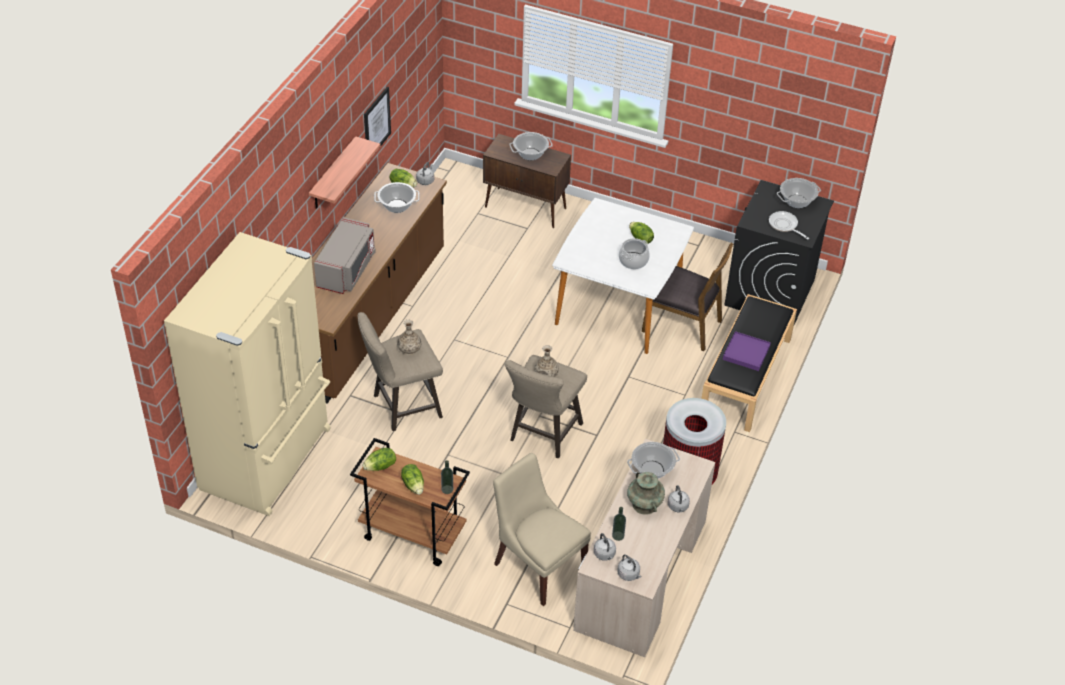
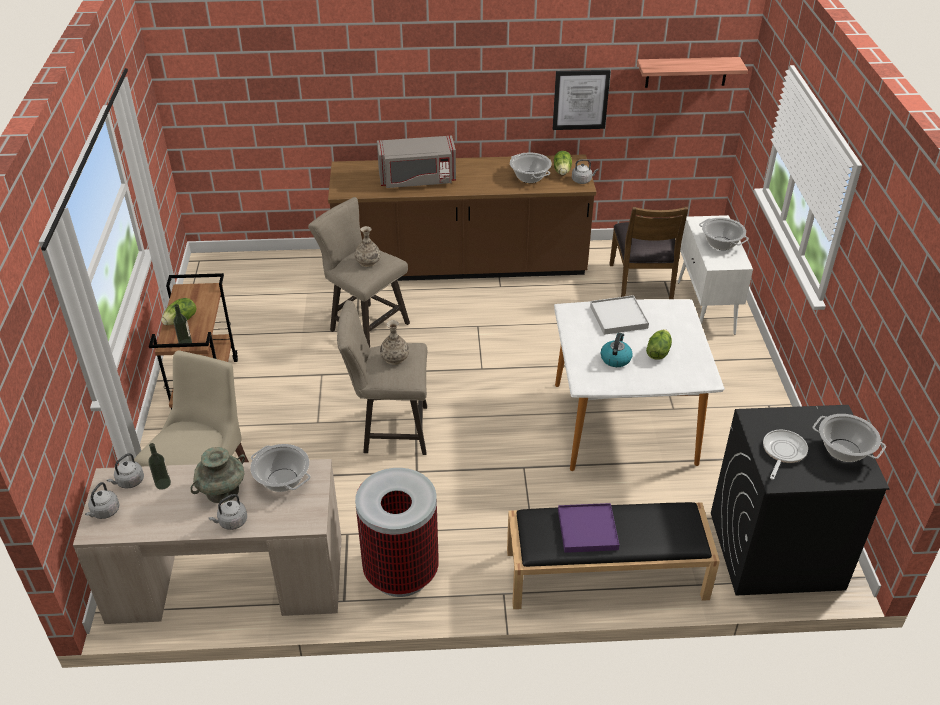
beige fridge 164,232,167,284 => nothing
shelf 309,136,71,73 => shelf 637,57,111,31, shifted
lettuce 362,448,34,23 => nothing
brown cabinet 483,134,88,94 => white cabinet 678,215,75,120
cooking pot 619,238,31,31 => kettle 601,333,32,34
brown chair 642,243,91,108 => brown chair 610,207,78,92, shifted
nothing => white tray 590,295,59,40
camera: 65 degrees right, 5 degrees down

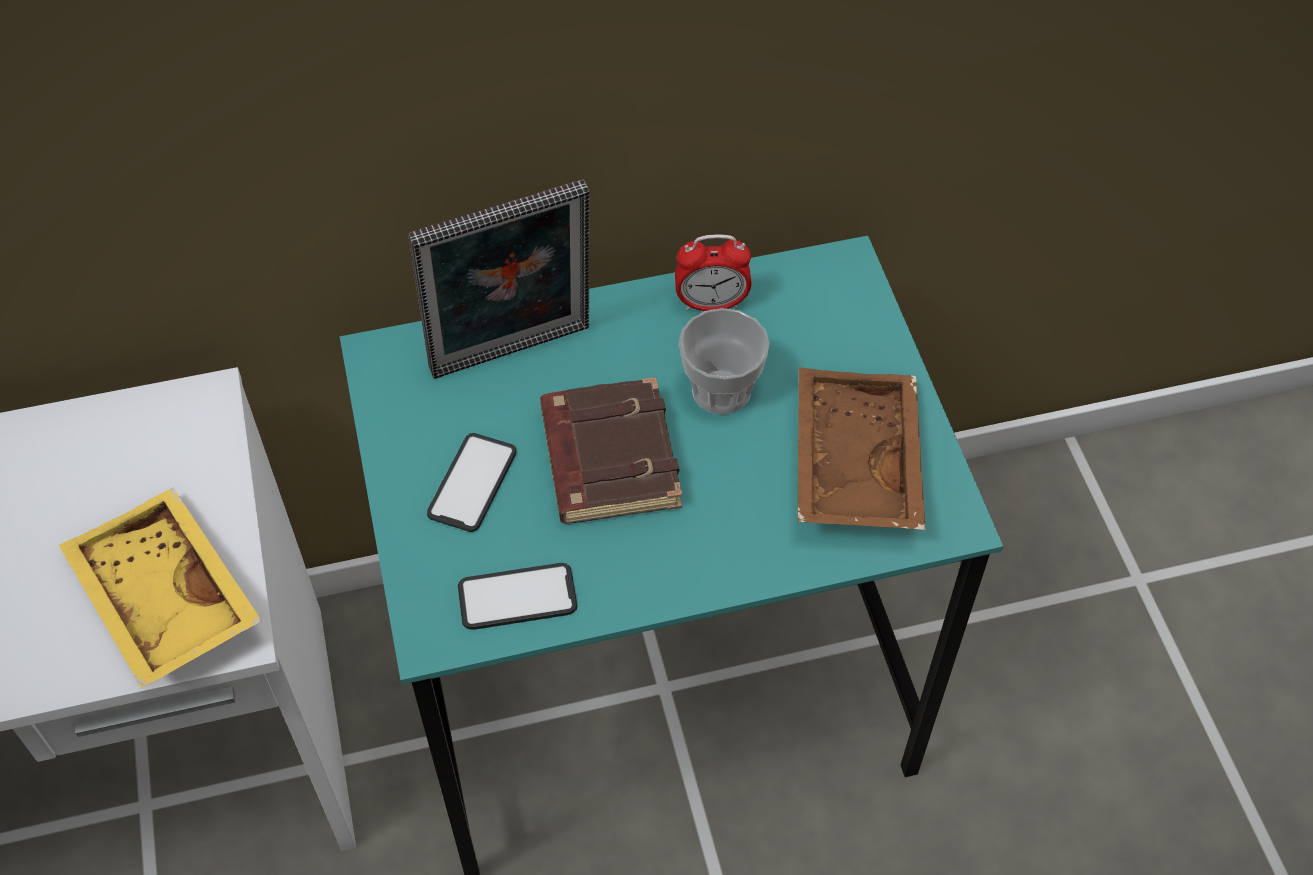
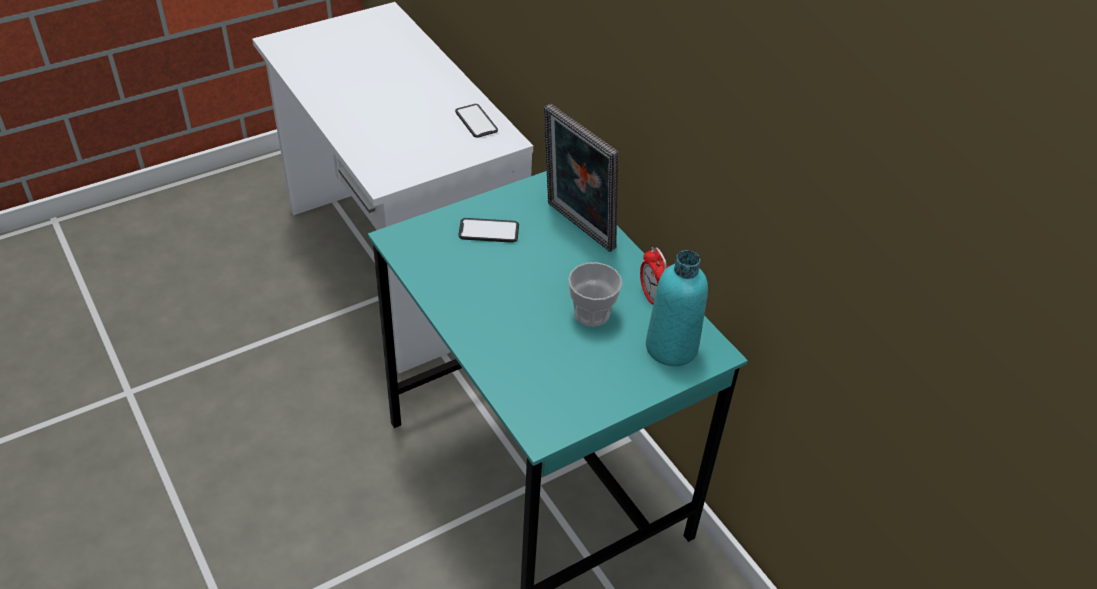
yellow tray 59,488,203,200 => nothing
phone 458,563,120,67 => phone 455,104,43,34, shifted
brown book 540,377,142,147 => nothing
brown tray 798,367,128,163 => nothing
nothing => turquoise bottle 646,250,62,116
camera: 70 degrees right, 10 degrees down

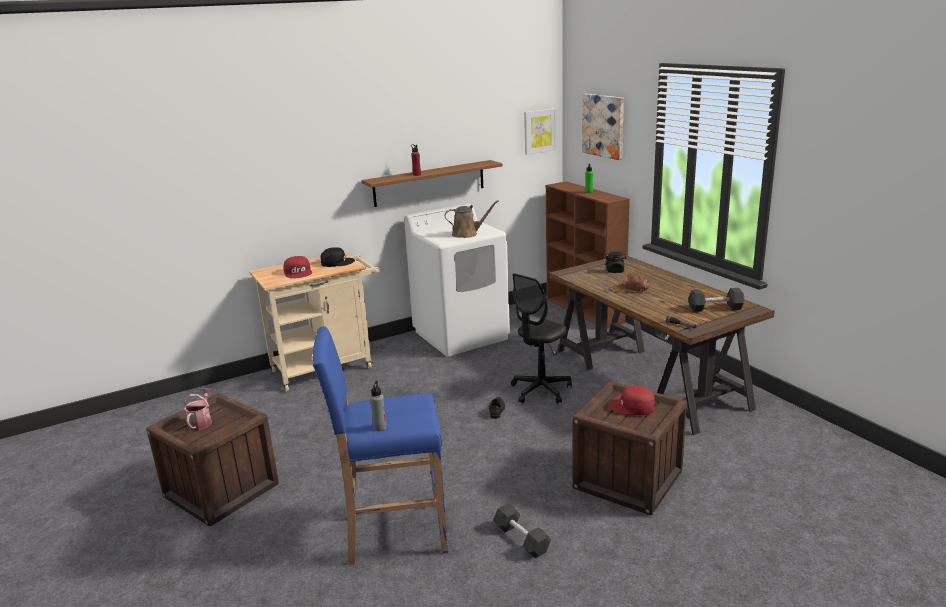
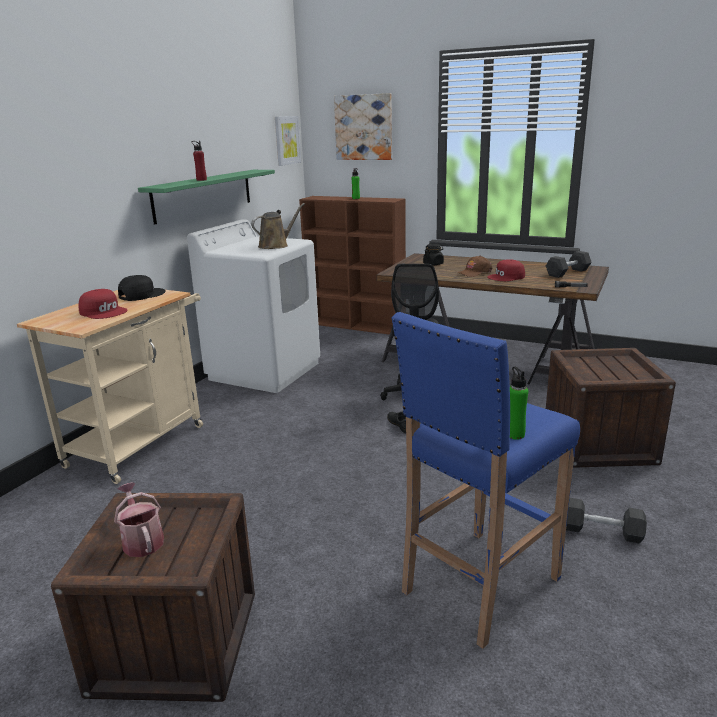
brown shelf 361,160,142,47 => green shelf 138,170,137,55
grey bottle 370,381,17,50 => green bottle 510,367,18,73
red cap 609,385,46,30 => red cap 487,259,38,22, shifted
camera: 35 degrees left, 0 degrees up

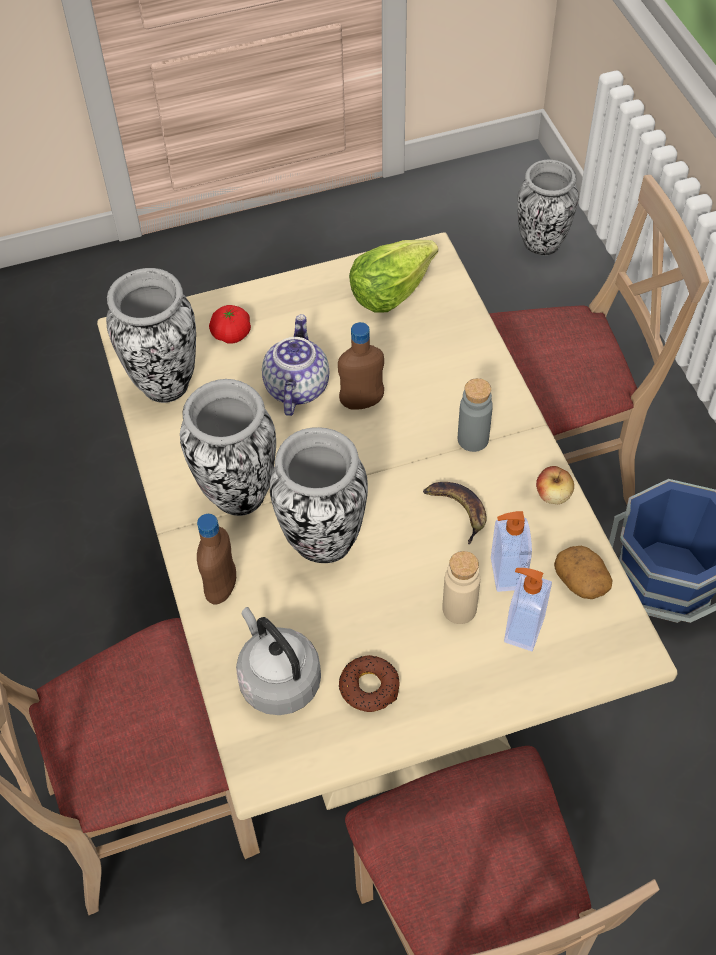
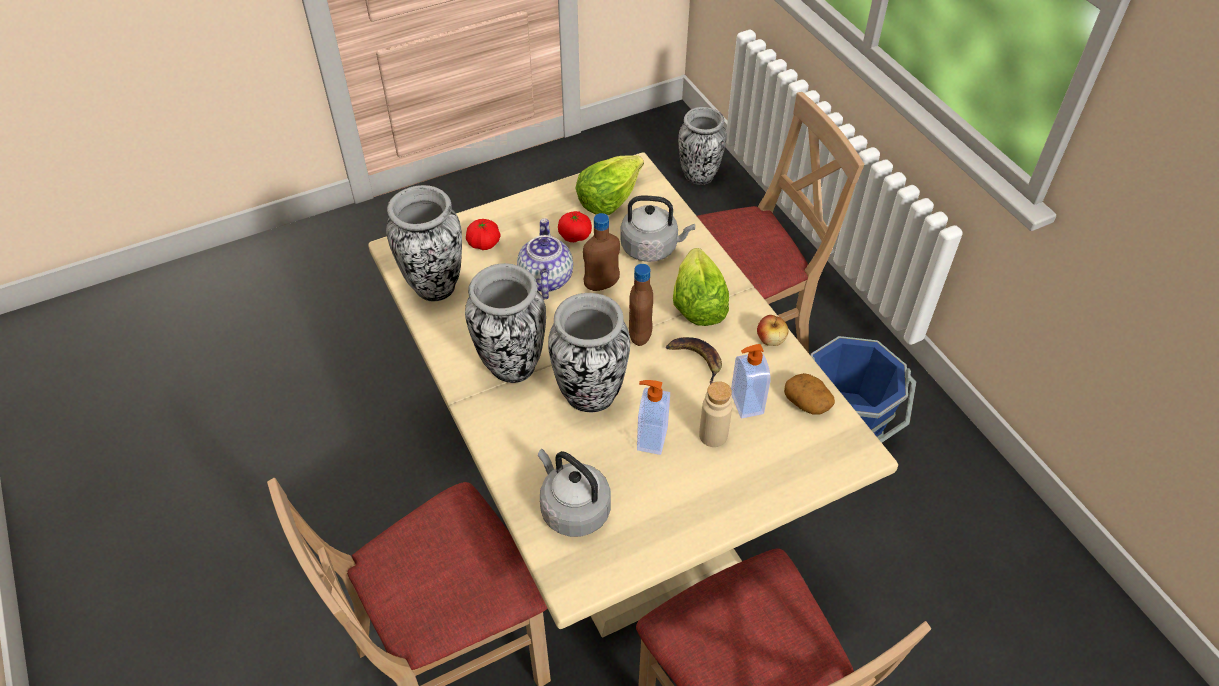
brown bottle 197,514,39,90 => brown bottle 629,264,24,82, shifted
donut 339,655,61,57 => nothing
grey bottle 458,378,35,74 => lettuce 673,248,56,78
soap dispenser 504,568,48,83 => soap dispenser 637,380,33,75, shifted
nothing => tomato 558,211,34,31
nothing => grey kettle 620,196,75,66
camera: 10 degrees left, 5 degrees down

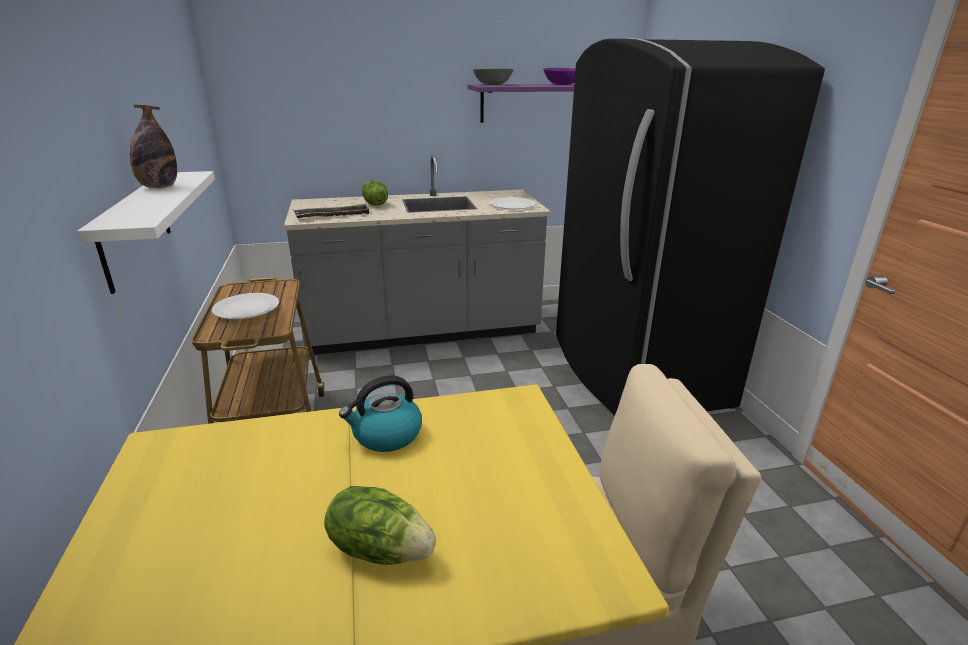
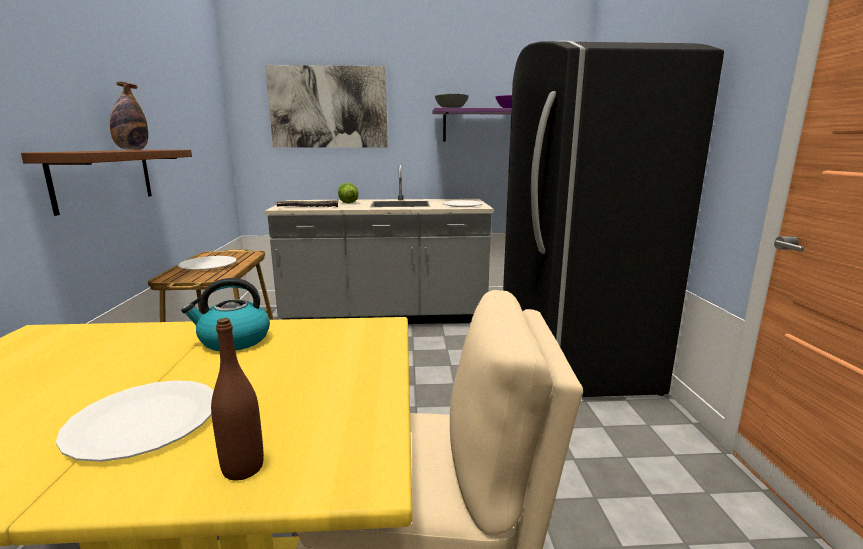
white shelf 77,171,138,123 => brown shelf 21,150,171,66
lettuce 324,486,112,79 => white plate 56,380,158,82
nothing => brown bottle 211,318,53,163
nothing => picture 265,65,123,83
camera: 10 degrees right, 10 degrees down

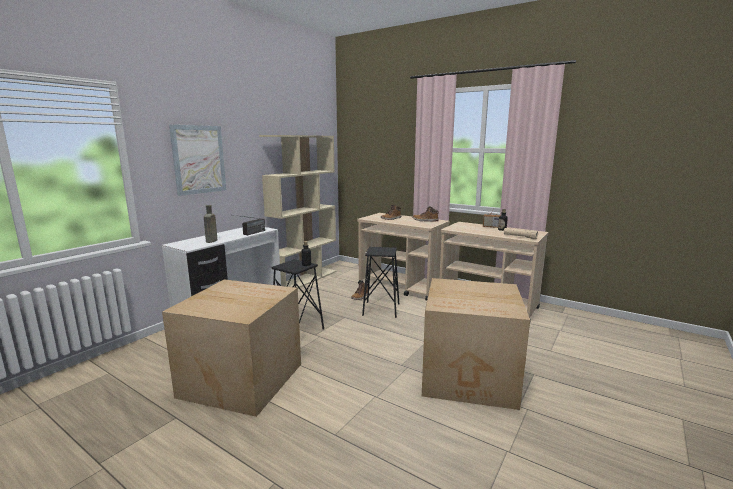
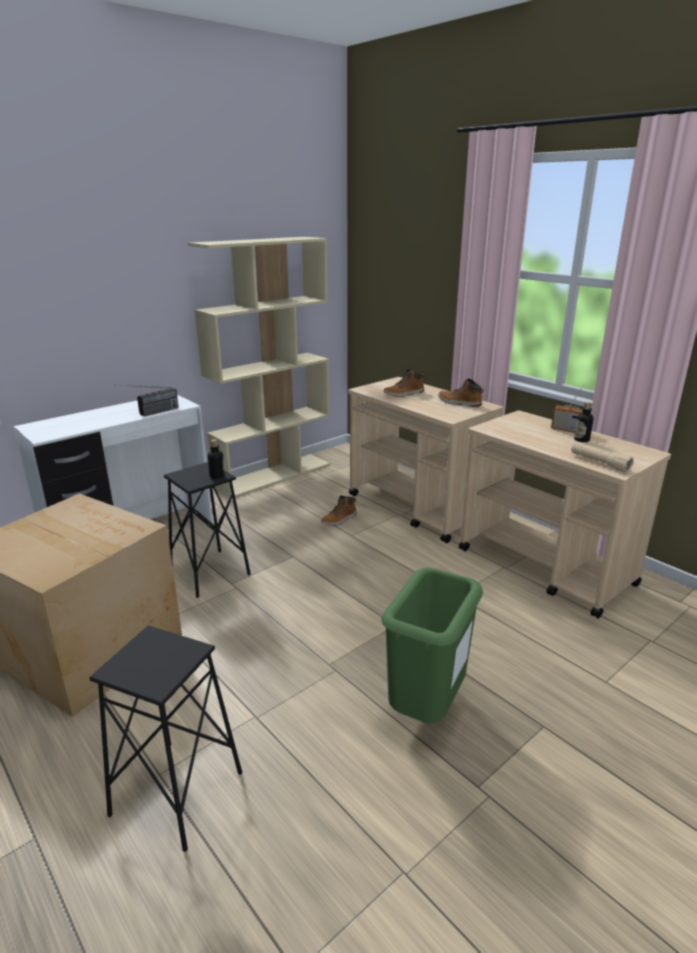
picture 169,125,57,71 => nothing
brown bottle 204,205,13,38 => nothing
black stool 362,247,37,71 => black stool 89,625,153,227, shifted
cardboard box 422,278,108,132 => green trash can 381,567,102,156
camera: 15 degrees right, 10 degrees up

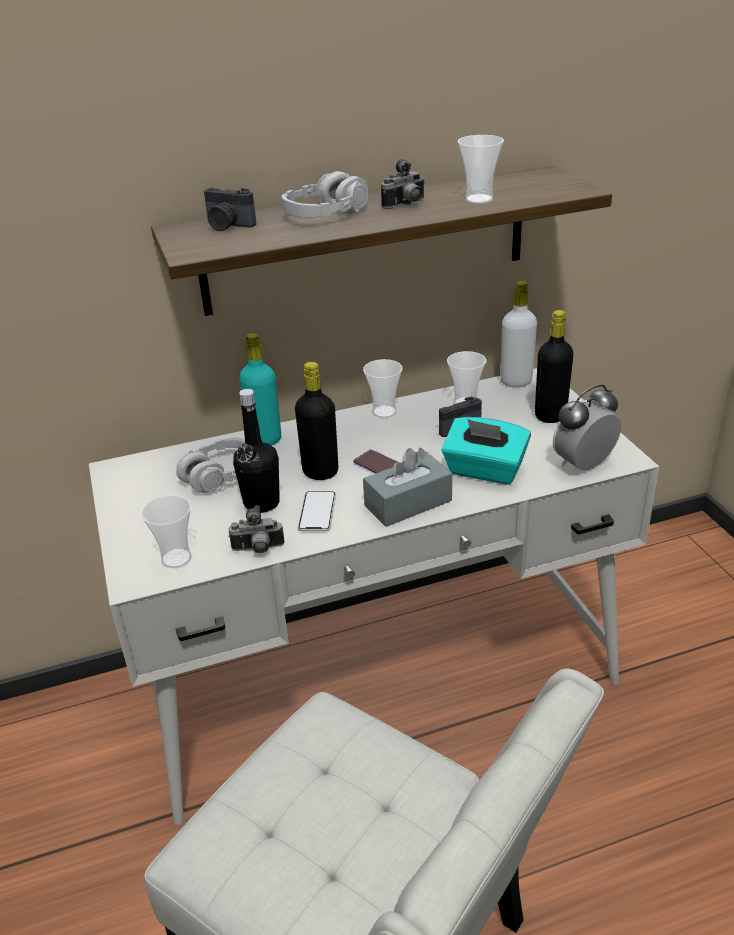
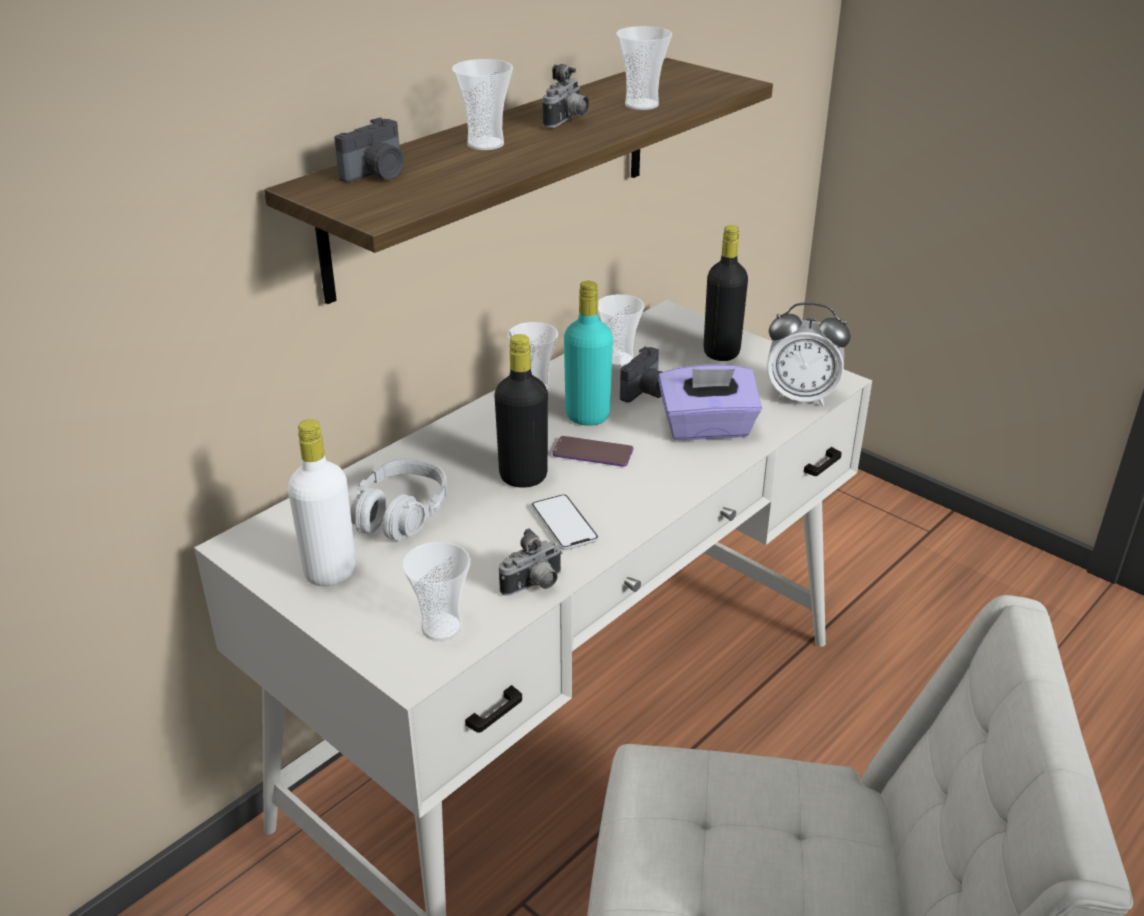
photo camera 204,187,52,44 => photo camera 334,117,70,66, 45 degrees counterclockwise
black bottle 233,389,47,124 => nothing
turquoise bottle 239,333,42,112 => turquoise bottle 564,281,49,145, shifted
grey headphones 281,171,87,47 => cup 452,59,61,91
grey tissue box 363,448,89,79 => nothing
turquoise tissue box 442,417,89,68 => purple tissue box 658,364,104,76
white bottle 501,281,36,106 => white bottle 288,419,68,167, shifted
alarm clock 553,384,68,86 => alarm clock 767,302,84,104, 105 degrees counterclockwise
camera: 30 degrees left, 0 degrees up

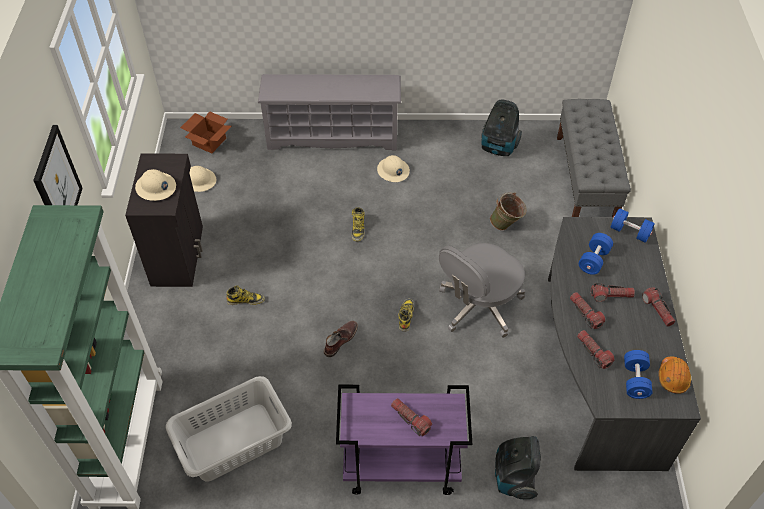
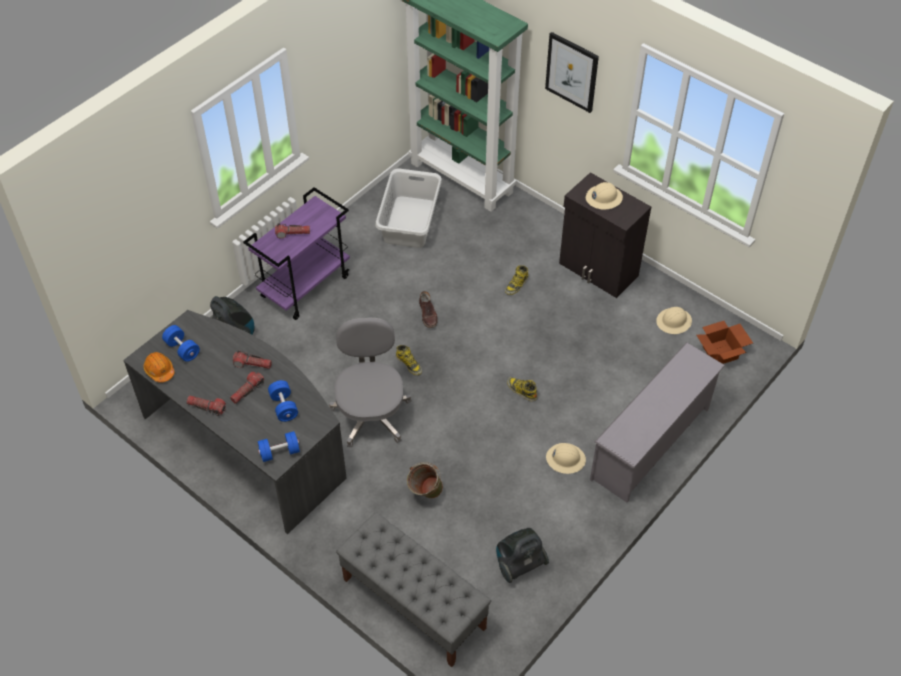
flashlight 577,330,38,39 => nothing
camera: 130 degrees right, 0 degrees up

